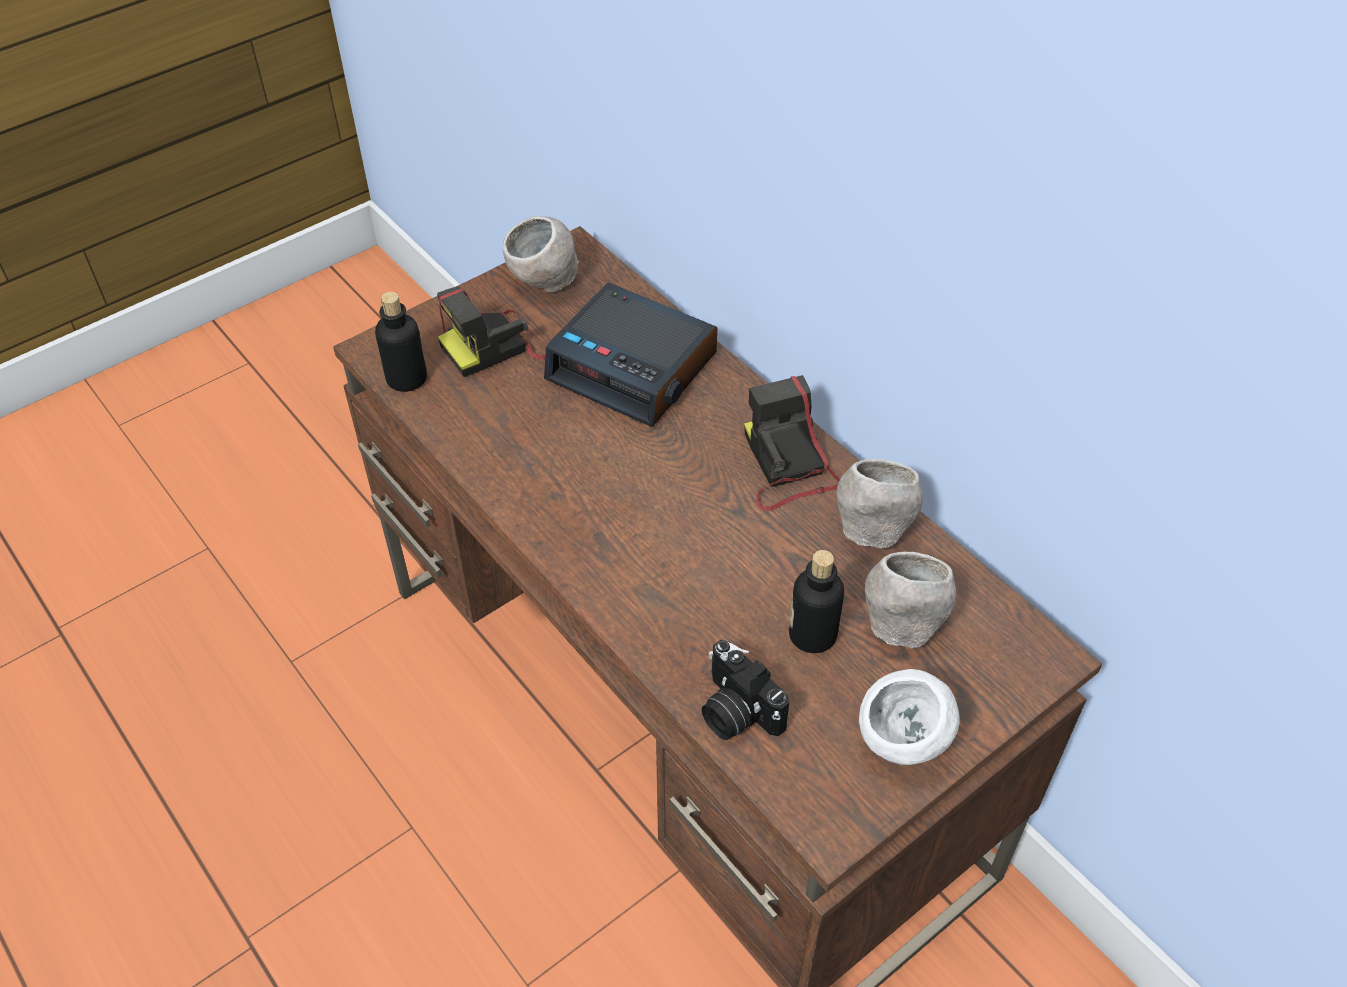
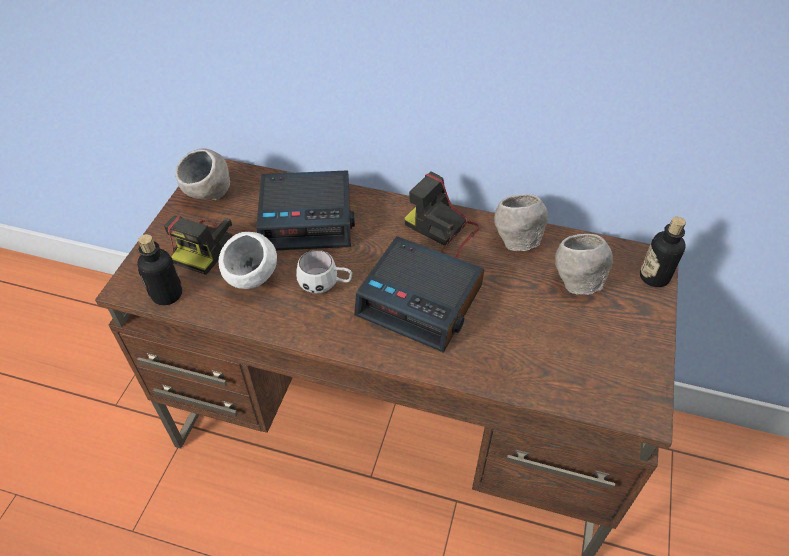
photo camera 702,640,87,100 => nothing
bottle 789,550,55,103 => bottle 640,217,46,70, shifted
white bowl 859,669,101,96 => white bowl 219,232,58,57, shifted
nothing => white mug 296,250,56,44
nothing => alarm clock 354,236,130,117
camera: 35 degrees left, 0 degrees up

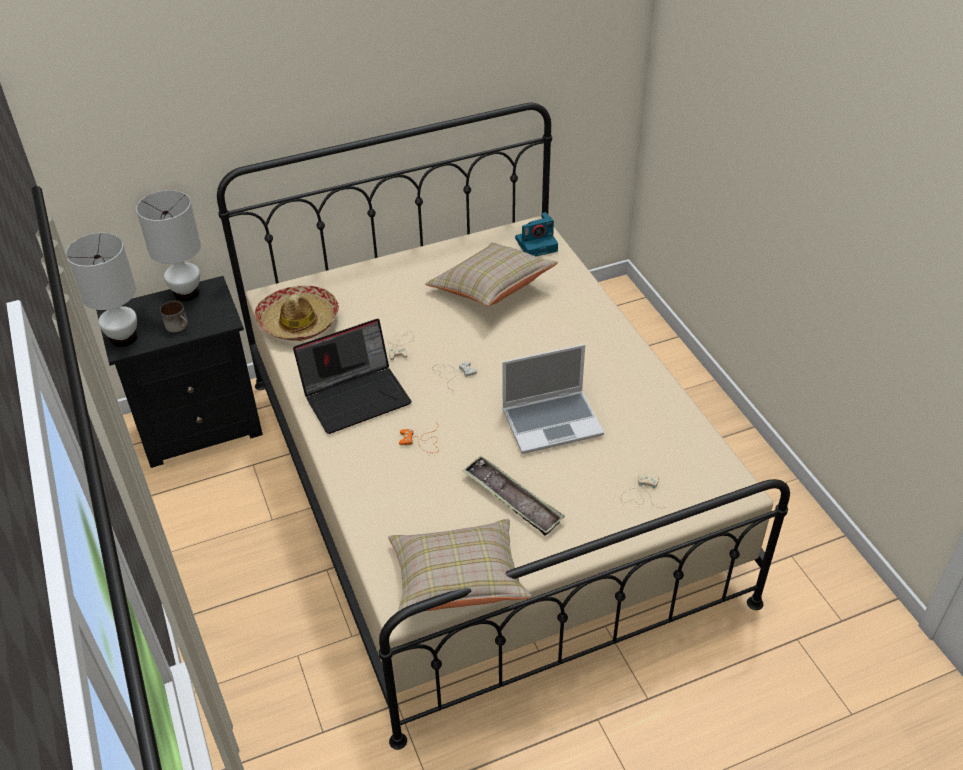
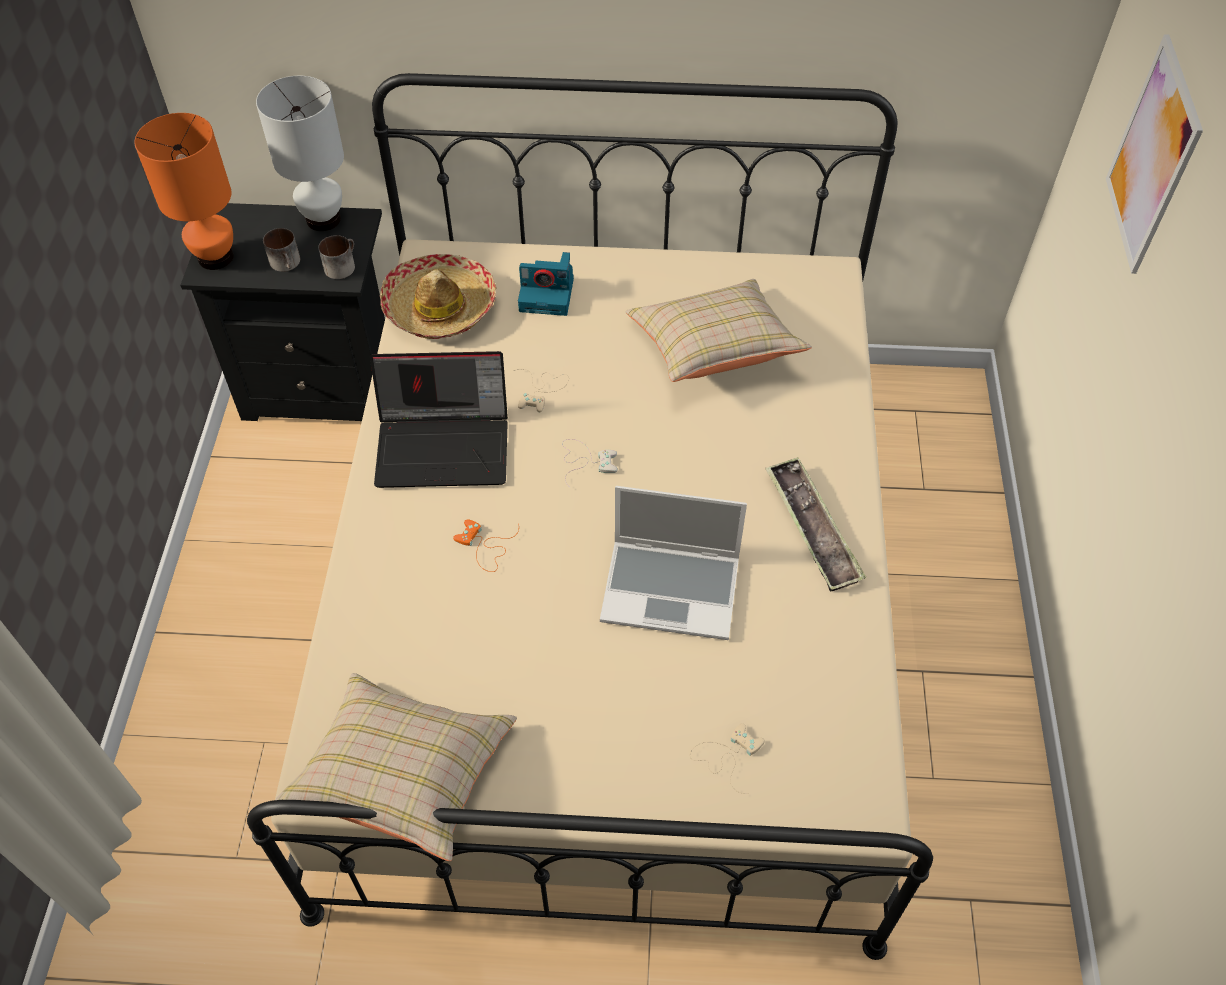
white table lamp 66,233,71,114 => orange table lamp 134,113,100,157
tray 462,455,103,81 => tray 765,457,101,135, shifted
photo camera 515,212,43,45 => photo camera 518,252,56,64, shifted
nothing => mug 318,235,37,44
nothing => picture 1106,34,97,240
camera: 25 degrees right, 10 degrees up

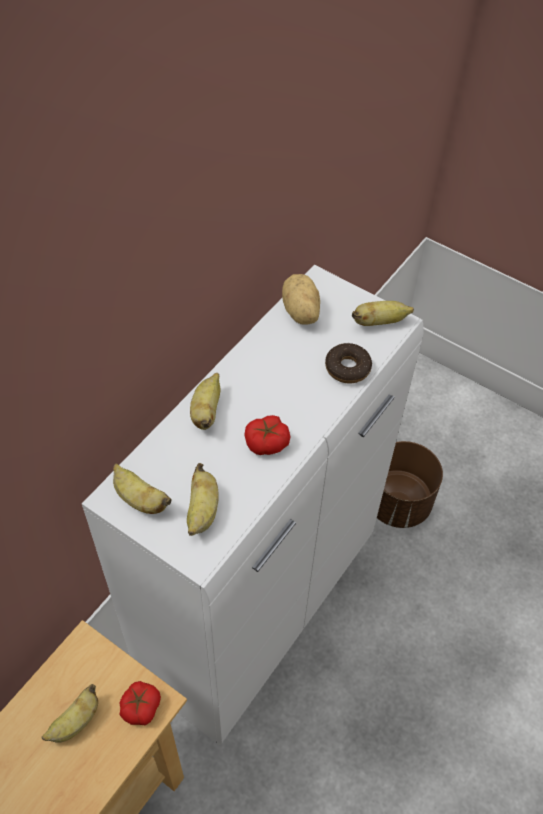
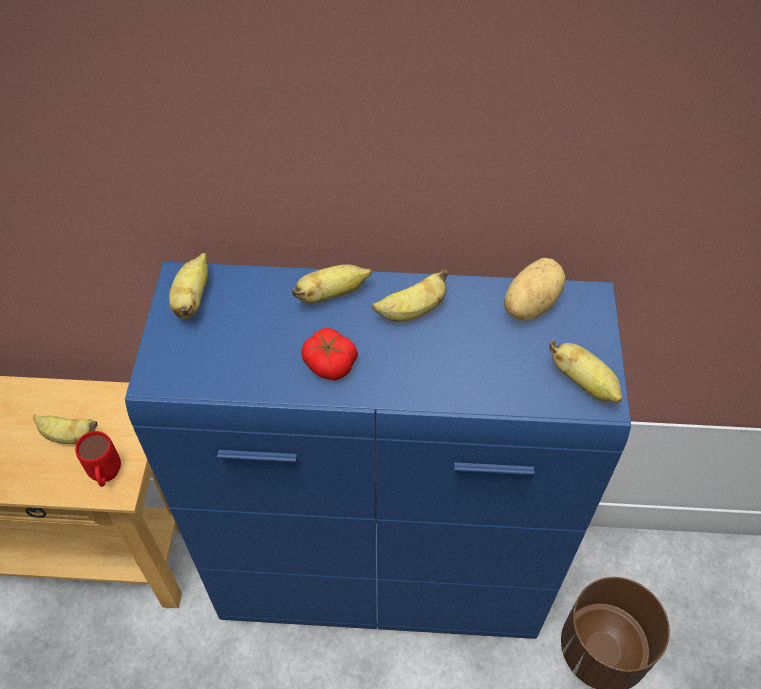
white cabinet 82,265,342,480 => blue cabinet 125,262,506,377
tomato 119,681,42,45 => red mug 75,431,46,56
banana 187,463,32,73 => banana 372,269,76,53, shifted
donut 325,343,47,40 => nothing
camera: 60 degrees right, 0 degrees up

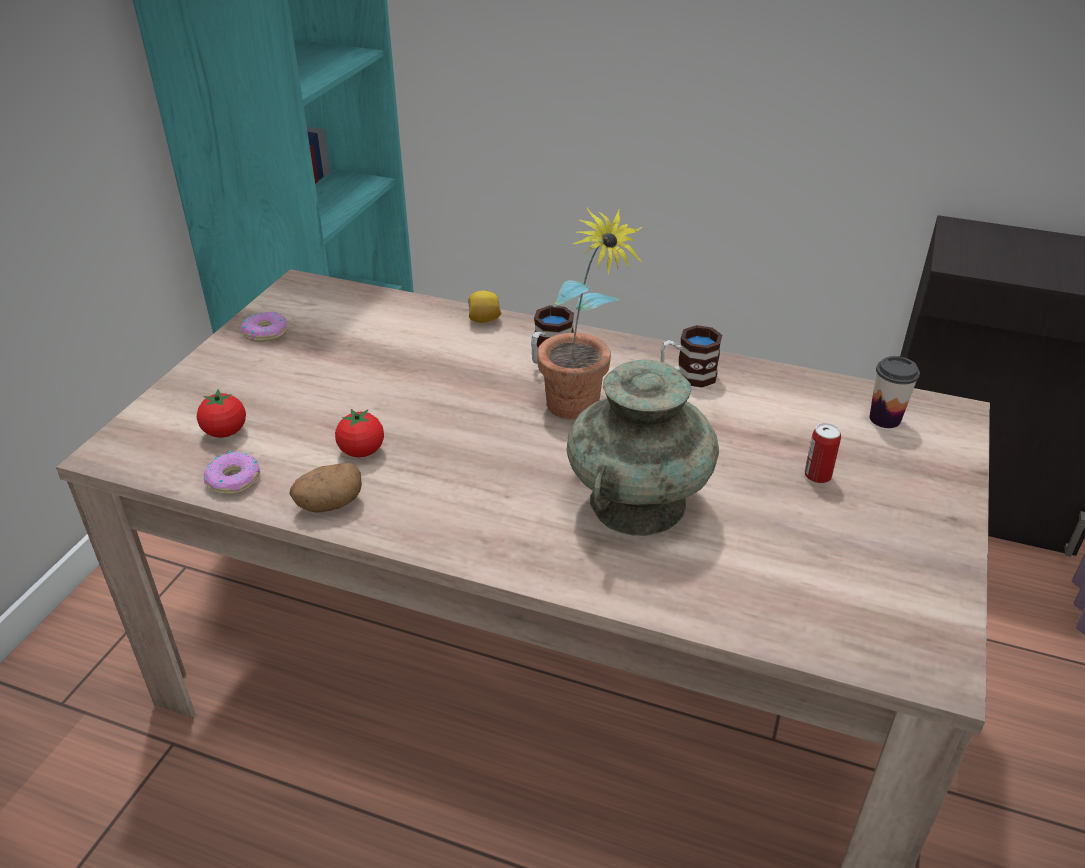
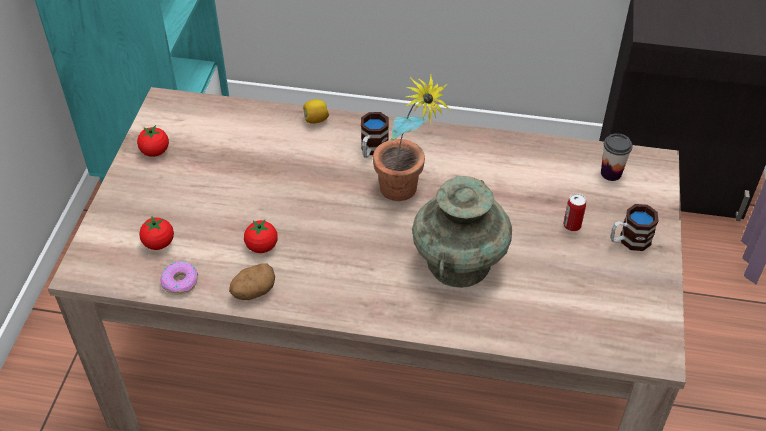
donut 241,311,46,31 => tomato 137,125,32,32
mug 661,325,61,63 => mug 610,204,49,47, shifted
camera: 10 degrees left, 10 degrees up

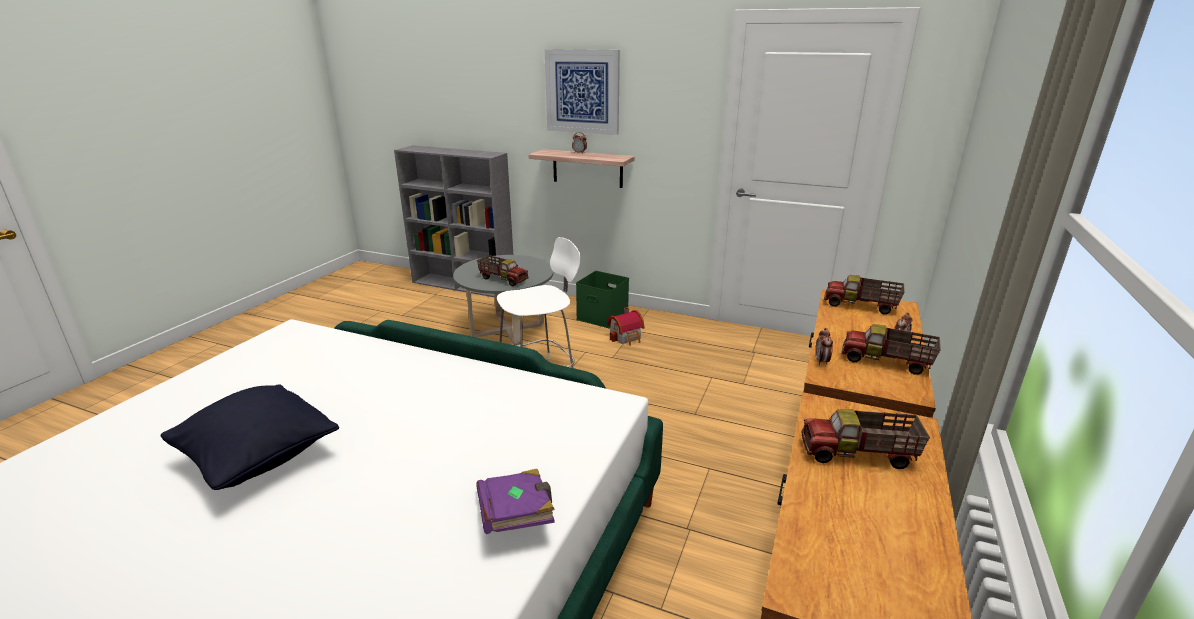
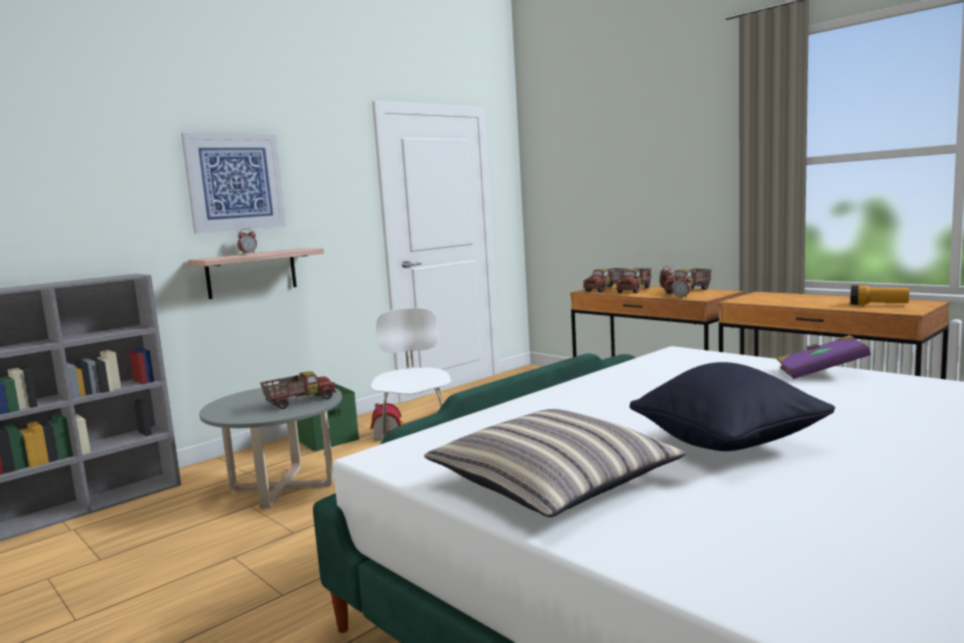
toy truck 801,409,129,60 => toy truck 616,268,36,25, shifted
nothing => pillow 424,409,261,108
nothing => flashlight 850,285,59,20
camera: 65 degrees left, 15 degrees down

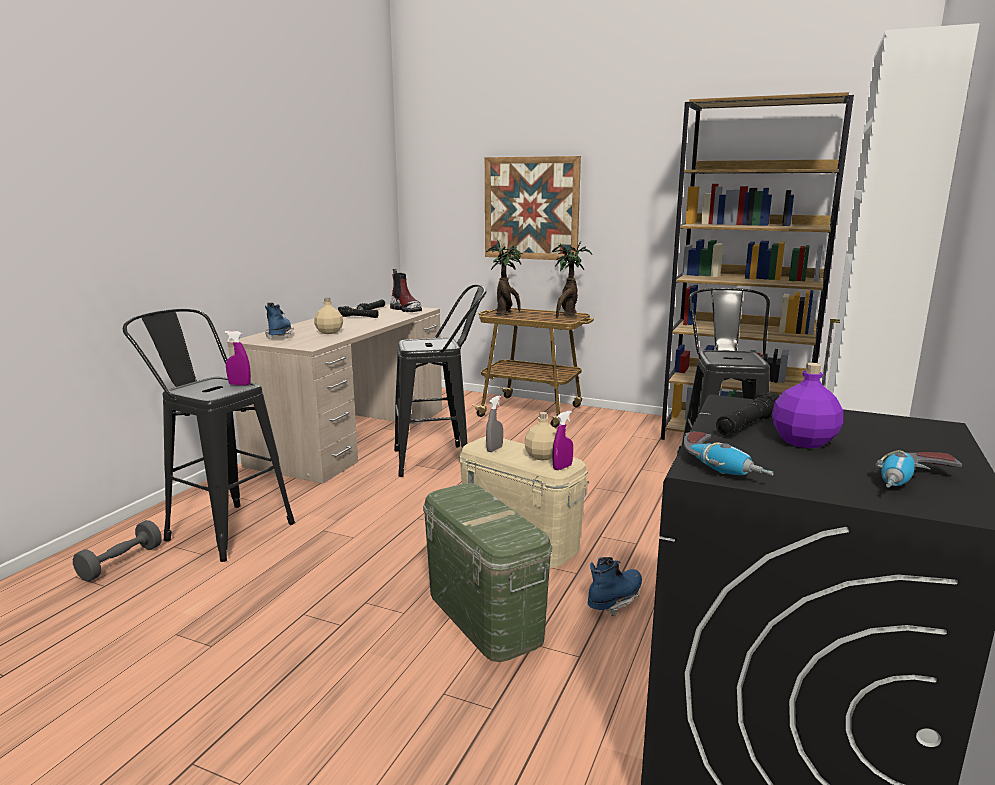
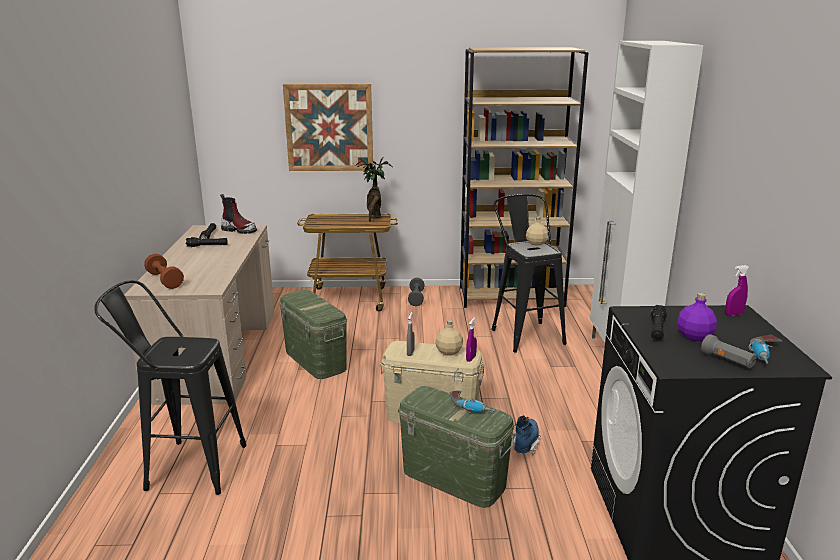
grey dumbbell 73,520,89,62 => grey dumbbell 408,278,17,28, shifted
purple spray bottle 225,331,26,54 => purple spray bottle 725,265,24,51, shifted
blue boot 265,303,29,36 => brown dumbbell 144,254,40,35
beige bottle 314,298,29,36 => beige bottle 526,216,22,29, shifted
black stool 394,284,93,193 => green storage box 279,290,68,89
potted plant 486,240,36,75 => nothing
power drill 684,432,90,44 => power drill 450,391,45,22, shifted
nothing => grey flashlight 701,334,56,35
camera: 25 degrees left, 5 degrees up

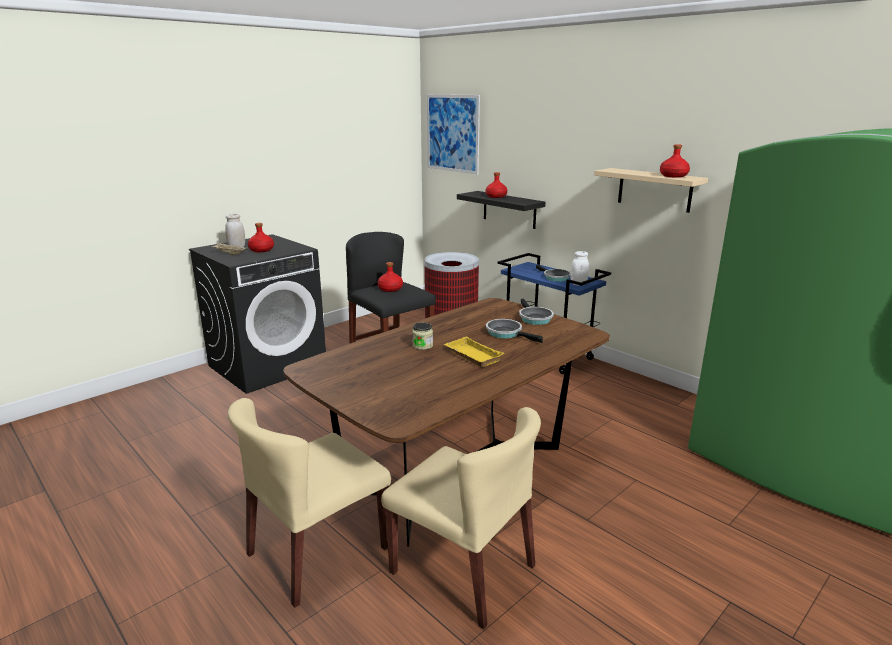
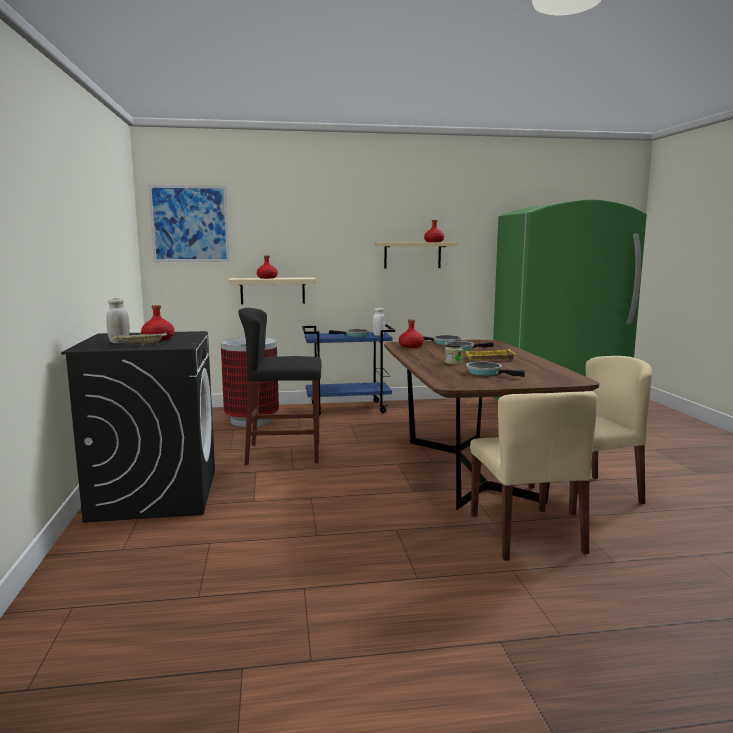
red bottle 378,262,25,30 => red bottle 399,319,25,29, shifted
black shelf 457,191,88,38 => beige shelf 228,277,88,27
nothing => frying pan 466,362,59,15
camera: 55 degrees left, 10 degrees down

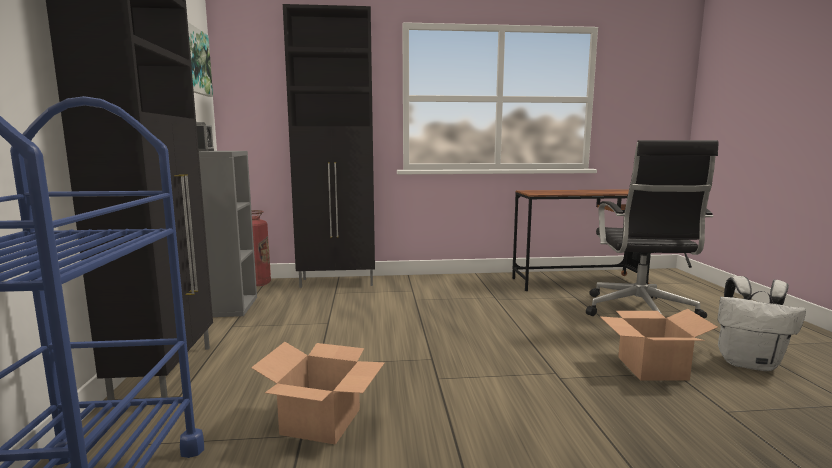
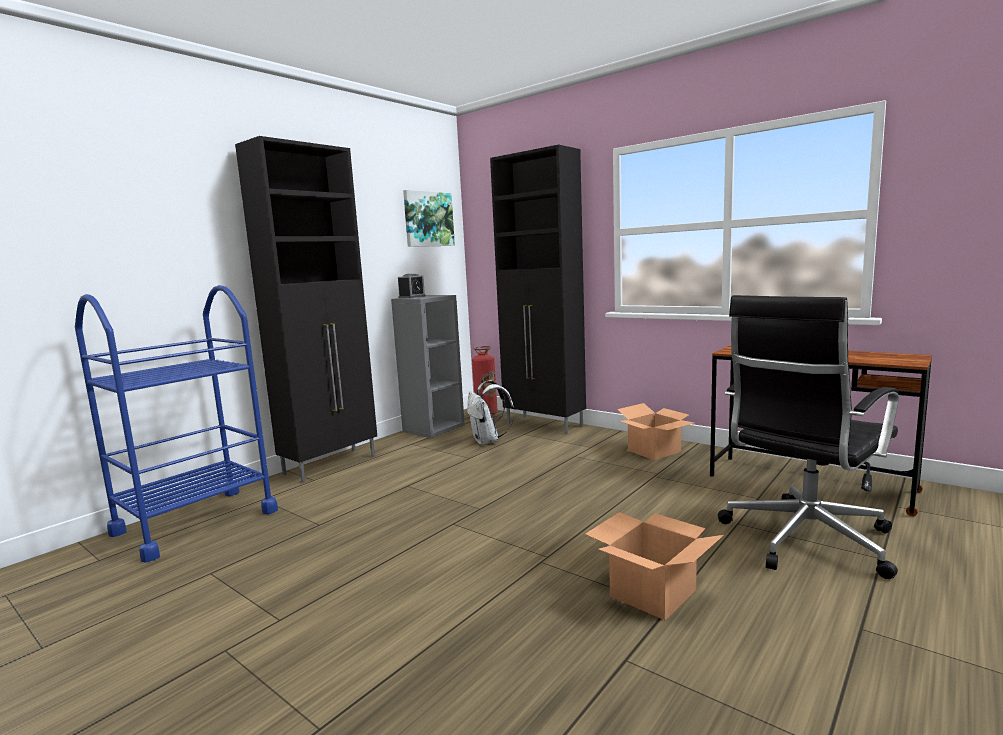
cardboard box 251,342,134,103 => cardboard box 617,403,77,57, shifted
white backpack 718,276,88,95 => white backpack 467,380,48,65, shifted
camera: 45 degrees right, 0 degrees up

